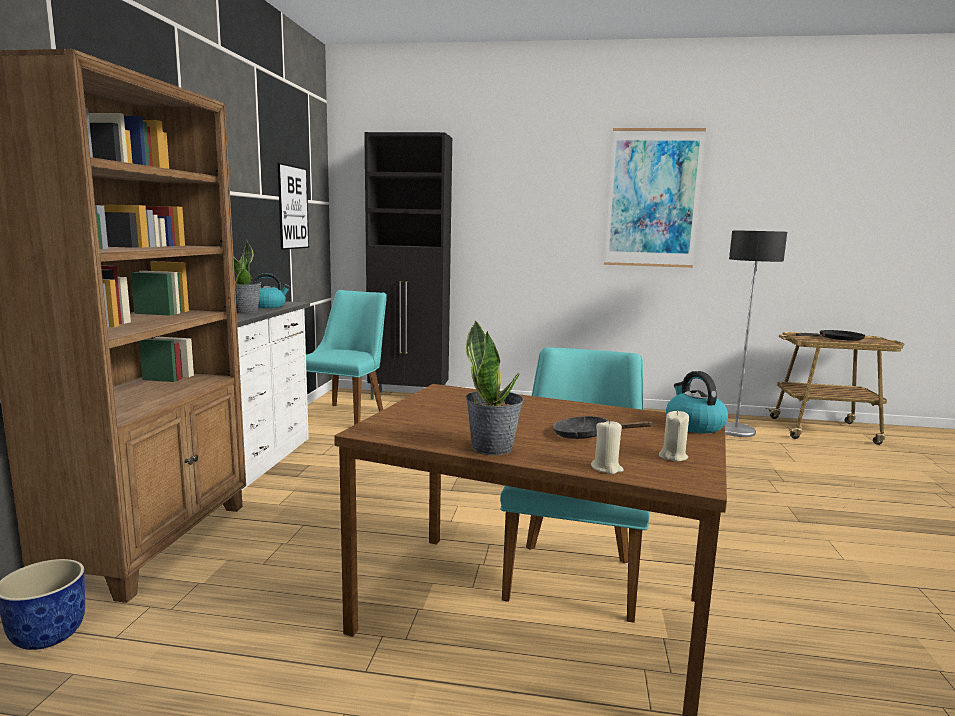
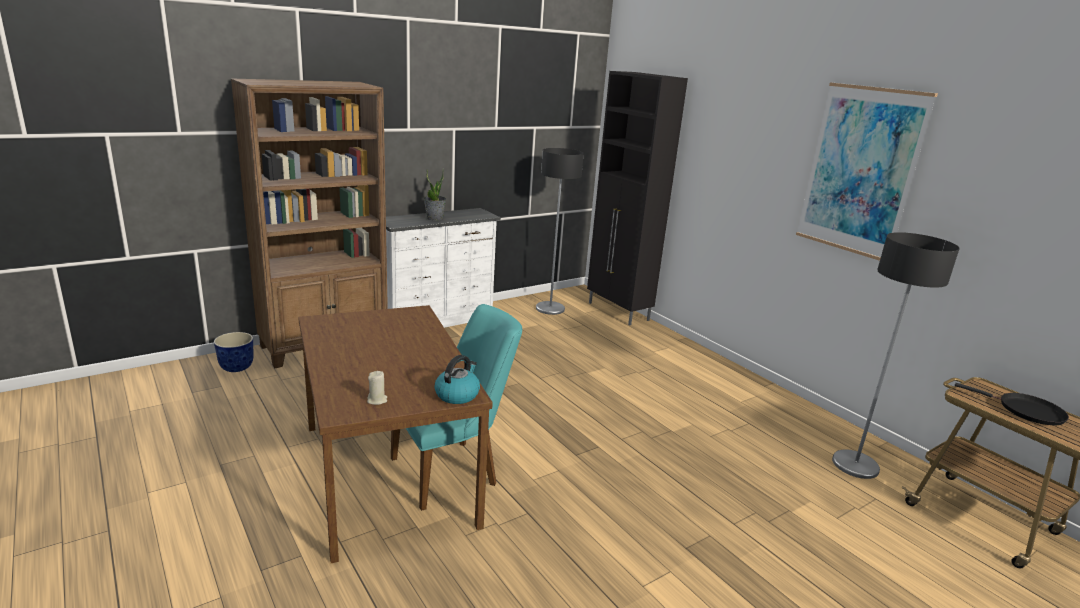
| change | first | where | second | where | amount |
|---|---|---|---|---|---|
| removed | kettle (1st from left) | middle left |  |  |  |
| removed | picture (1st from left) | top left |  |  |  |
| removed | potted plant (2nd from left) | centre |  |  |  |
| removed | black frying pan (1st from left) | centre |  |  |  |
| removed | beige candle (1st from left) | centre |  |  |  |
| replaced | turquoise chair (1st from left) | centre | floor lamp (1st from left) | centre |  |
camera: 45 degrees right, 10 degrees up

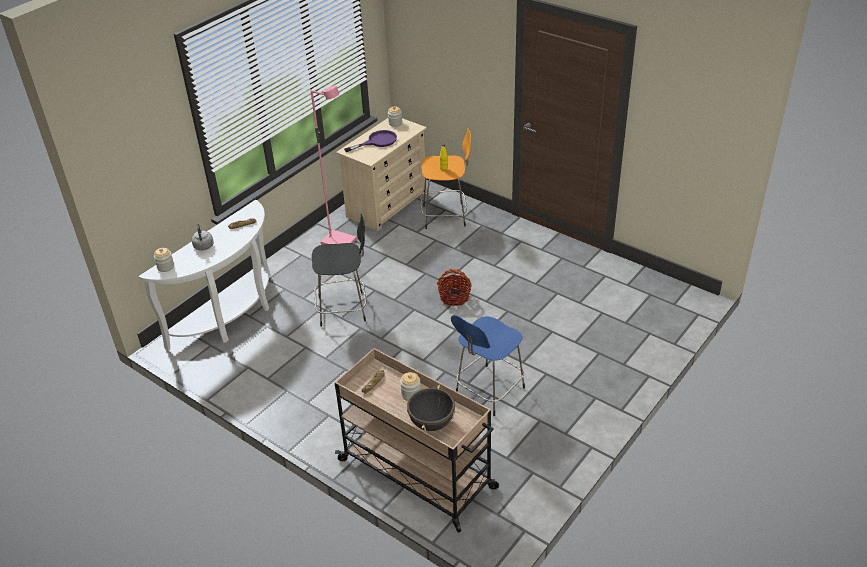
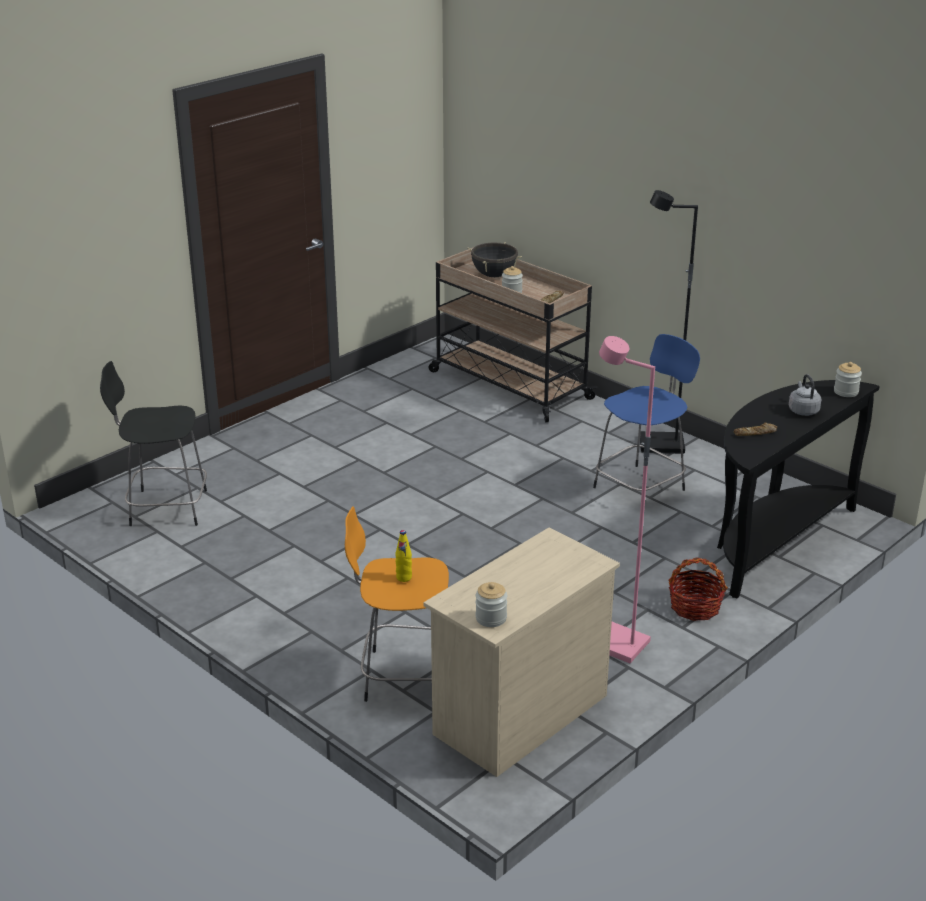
| change | first | where | second | where | amount |
|---|---|---|---|---|---|
| removed | purple frying pan | top centre |  |  |  |
| added |  |  | black floor lamp | middle right |  |
| moved | black stool | centre |  | middle left |  |
| moved | basket | centre |  | middle right |  |
| moved | blue stool | centre |  | middle right |  |
| recoloured | white console table | middle left | black console table | middle right |  |
camera: 175 degrees left, 10 degrees down

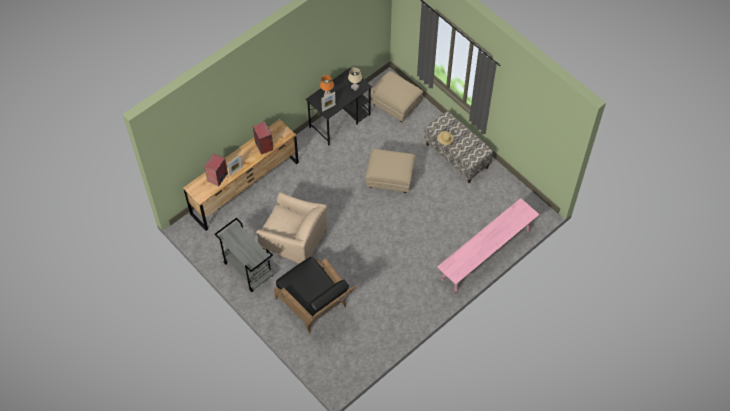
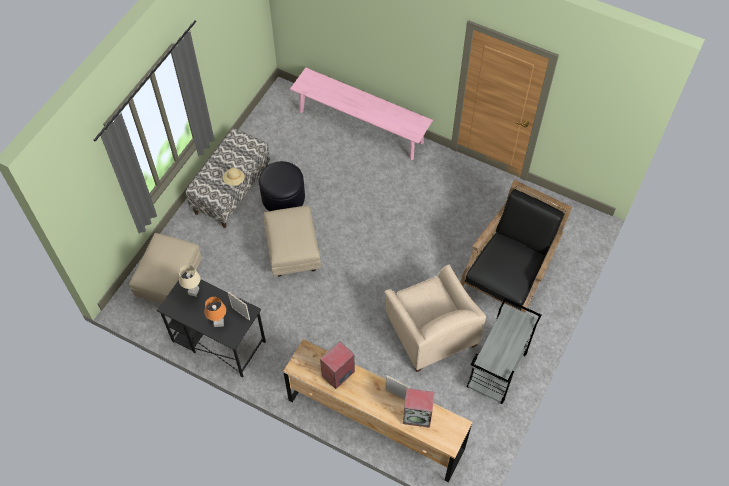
| change | first | where | second | where | amount |
|---|---|---|---|---|---|
| added |  |  | black ottoman | centre |  |
| turned | beige armchair | centre |  | centre | 150 degrees clockwise |
camera: 110 degrees left, 0 degrees up

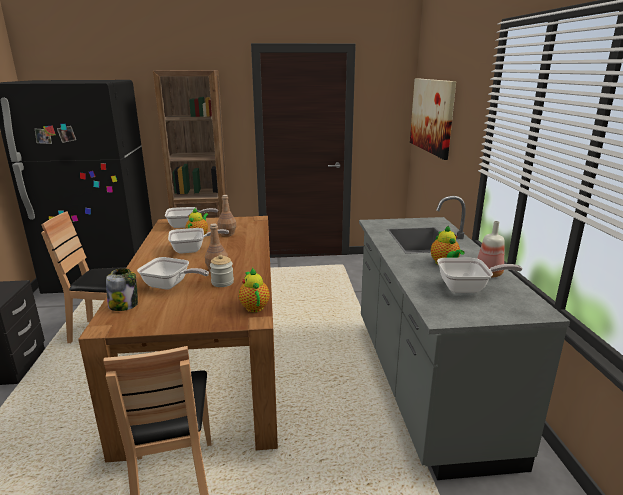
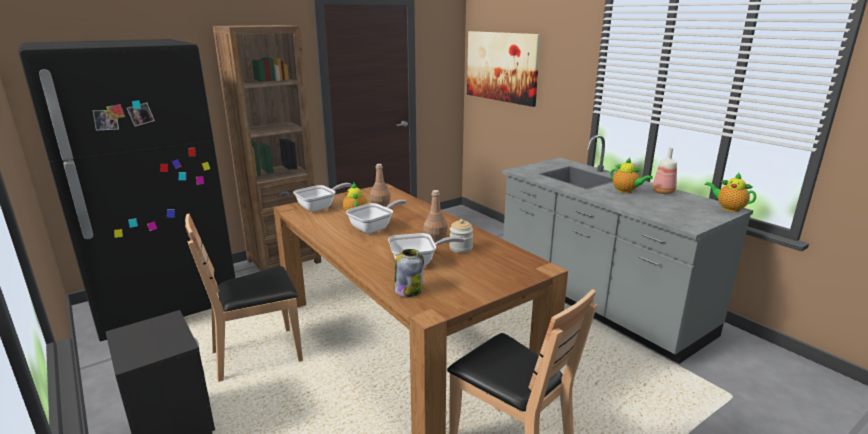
| change | first | where | second | where | amount |
|---|---|---|---|---|---|
| removed | frying pan (4th from left) | middle right |  |  |  |
| moved | teapot (2nd from left in the first image) | centre | teapot (3rd from left) | middle right |  |
camera: 30 degrees left, 0 degrees up

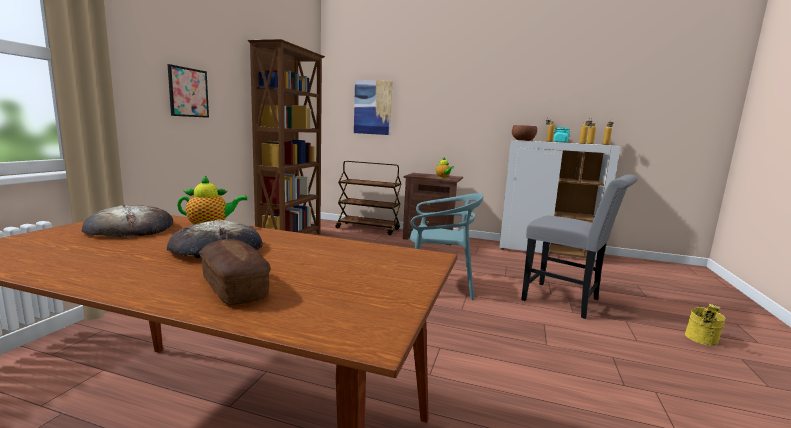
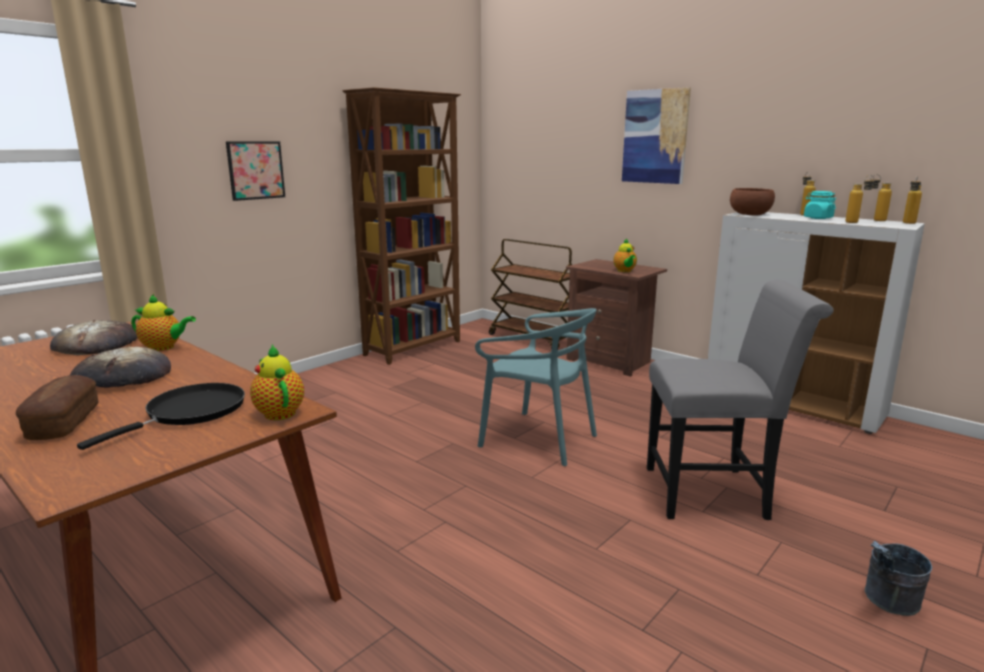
| change | first | where | second | where | amount |
|---|---|---|---|---|---|
| added |  |  | black frying pan | middle left |  |
| added |  |  | teapot (2nd from left) | middle left |  |
| moved | picture (2nd from left) | top centre |  | top right |  |
| recoloured | yellow bucket | bottom right | grey bucket | bottom right |  |
| turned | grey chair | middle right |  | middle right | 60 degrees counterclockwise |
camera: 25 degrees right, 5 degrees up

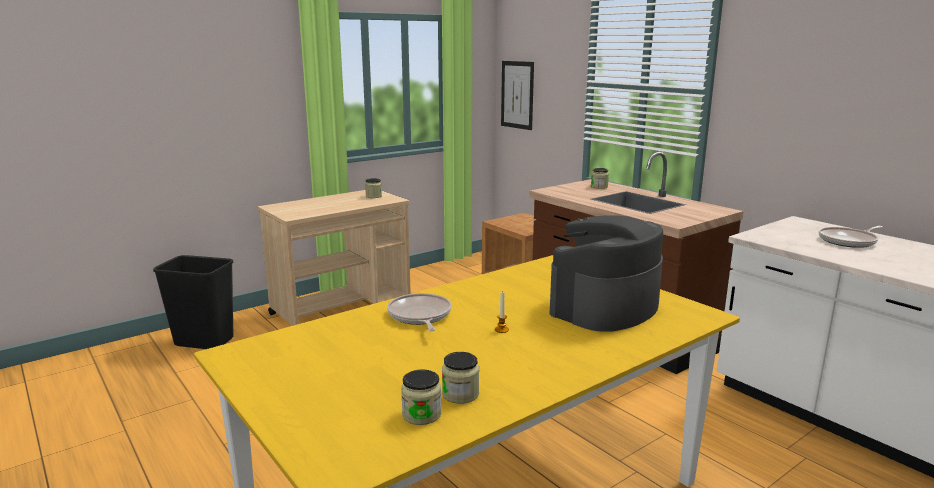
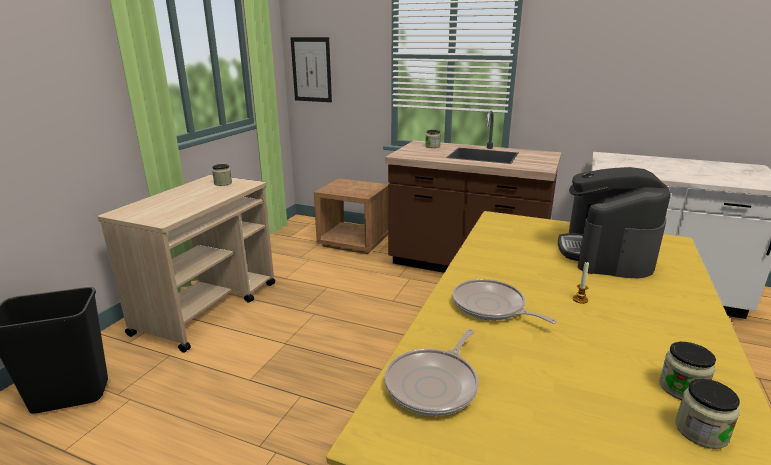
| change | first | where | second | where | amount |
|---|---|---|---|---|---|
| moved | frying pan (2nd from left in the first image) | middle right | frying pan (1st from left) | bottom centre |  |
camera: 30 degrees left, 5 degrees up

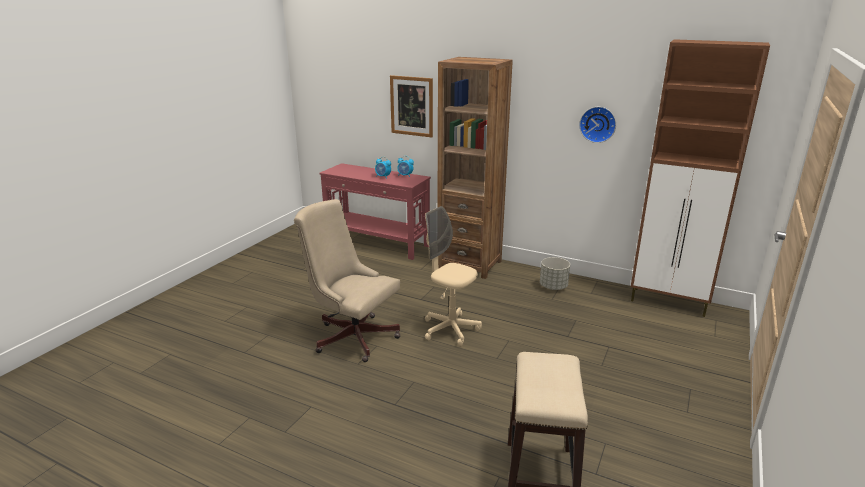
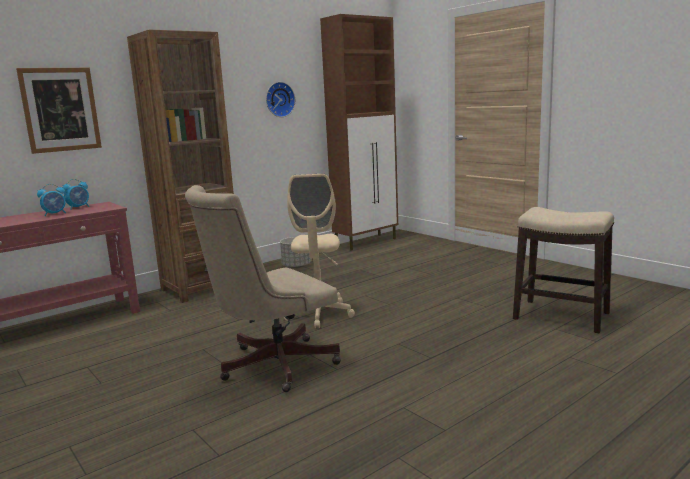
| change | first | where | second | where | amount |
|---|---|---|---|---|---|
| turned | beige office chair (2nd from left) | centre |  | centre | 60 degrees counterclockwise |
camera: 65 degrees left, 10 degrees down

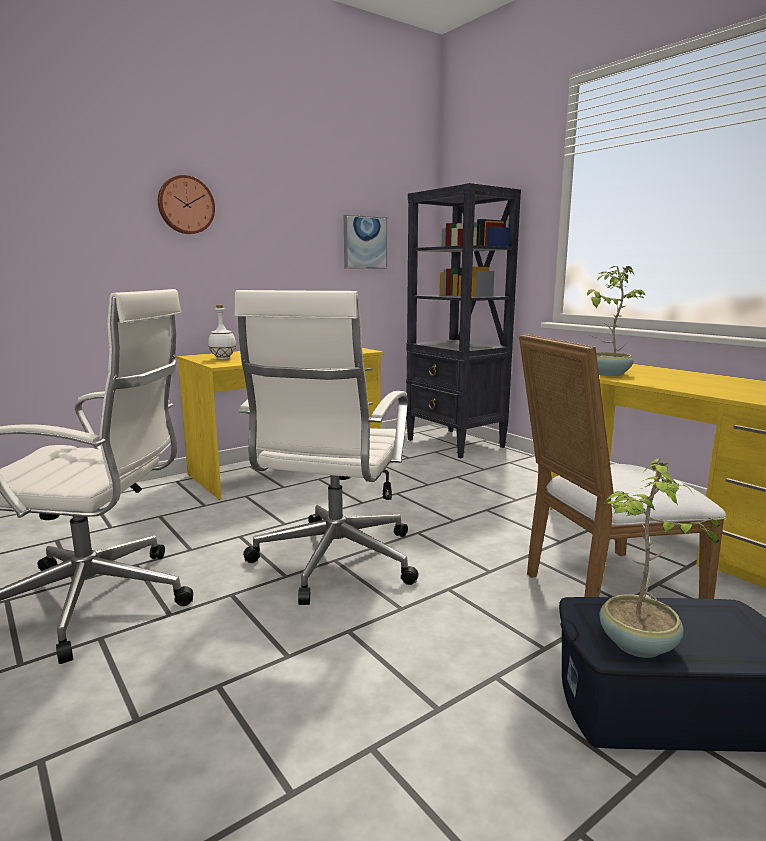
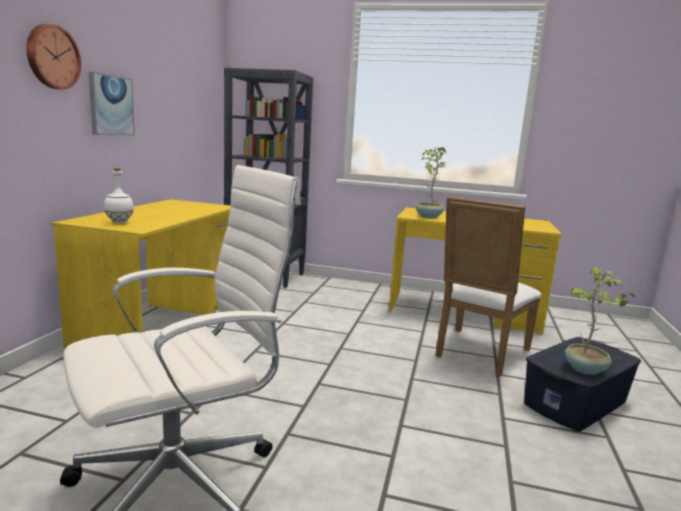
| change | first | where | second | where | amount |
|---|---|---|---|---|---|
| removed | white office chair (2nd from left) | centre |  |  |  |
| moved | picture | top centre |  | top left |  |
camera: 40 degrees left, 0 degrees up

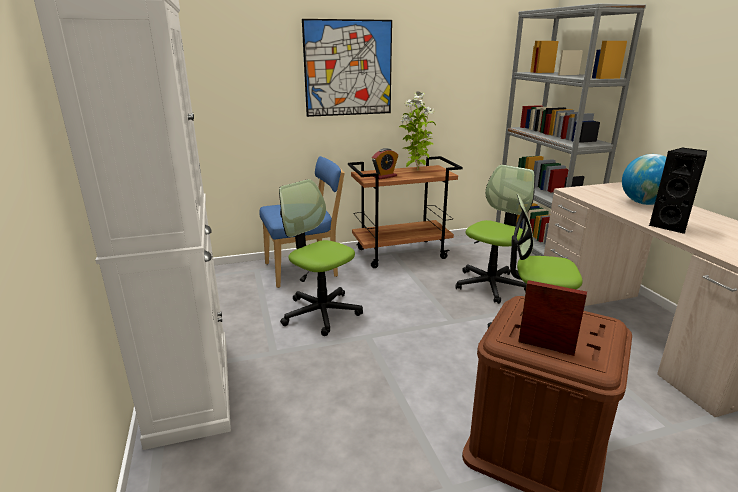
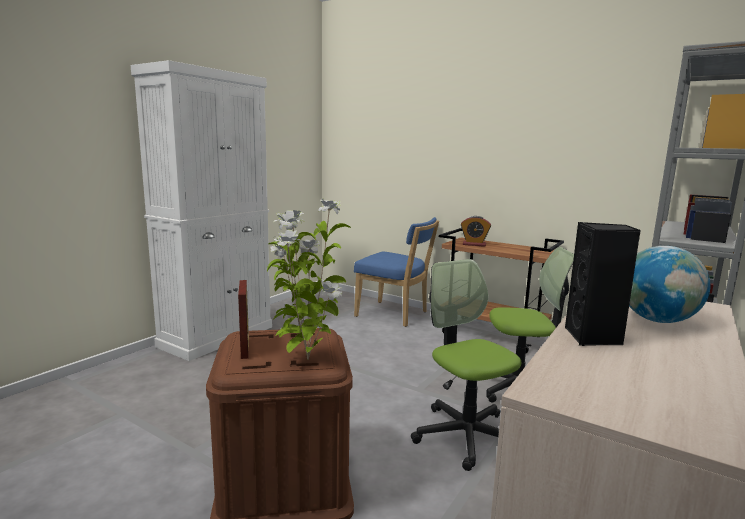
| change | first | where | second | where | amount |
|---|---|---|---|---|---|
| removed | office chair (1st from left) | centre |  |  |  |
| removed | picture | top centre |  |  |  |
| moved | potted plant | top centre |  | centre |  |
camera: 50 degrees right, 10 degrees down

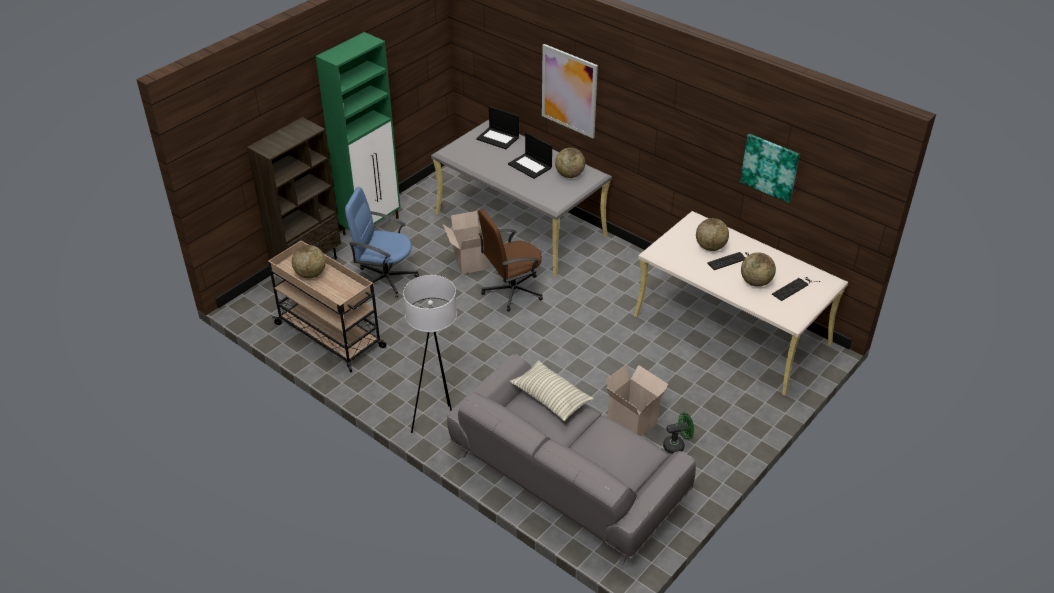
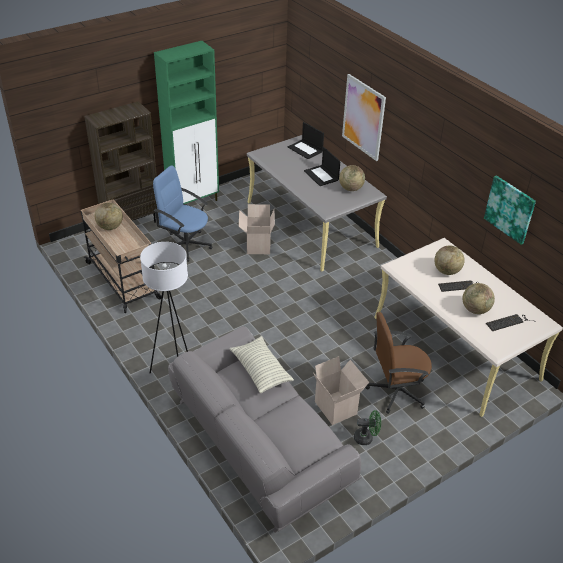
| change | first | where | second | where | amount |
|---|---|---|---|---|---|
| moved | brown office chair | centre |  | middle right |  |
camera: 15 degrees right, 0 degrees up

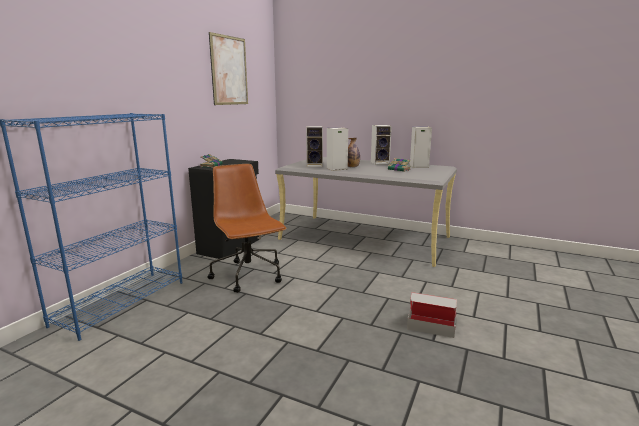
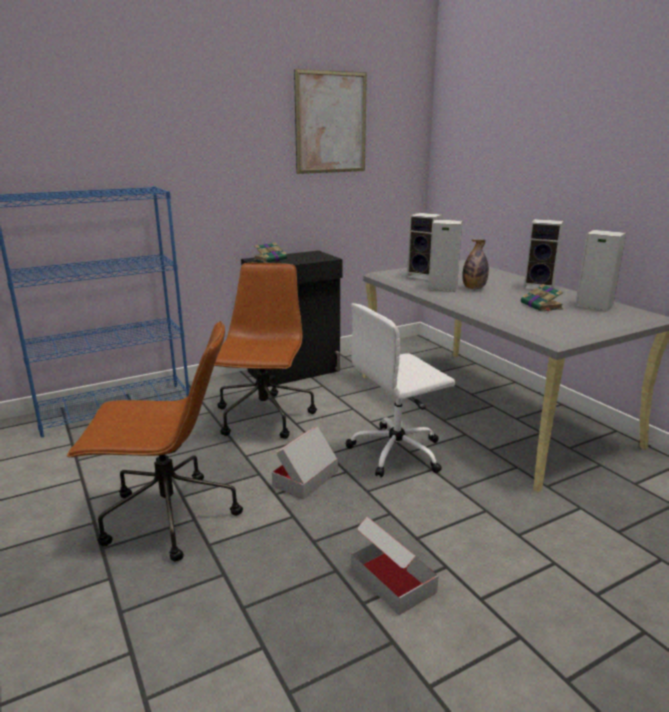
| change | first | where | second | where | amount |
|---|---|---|---|---|---|
| added |  |  | brown office chair (1st from left) | middle left |  |
| added |  |  | cardboard box (1st from left) | centre |  |
| added |  |  | white office chair | centre |  |
camera: 35 degrees right, 5 degrees up

